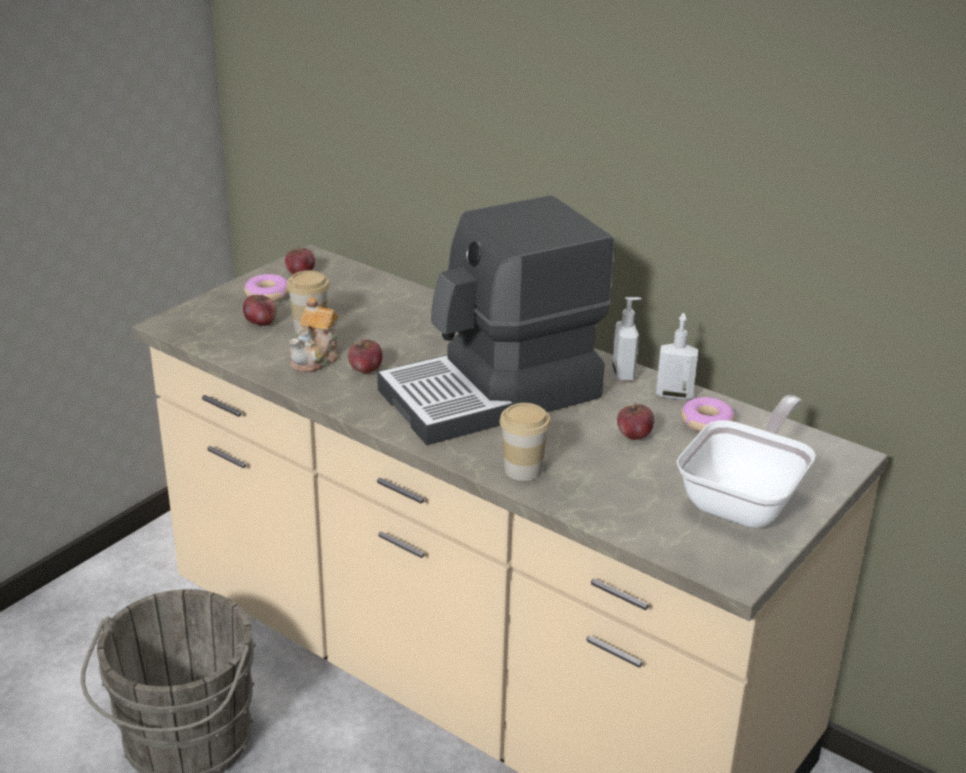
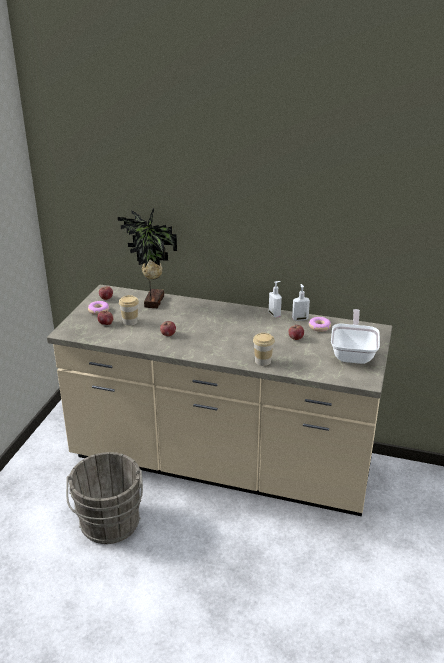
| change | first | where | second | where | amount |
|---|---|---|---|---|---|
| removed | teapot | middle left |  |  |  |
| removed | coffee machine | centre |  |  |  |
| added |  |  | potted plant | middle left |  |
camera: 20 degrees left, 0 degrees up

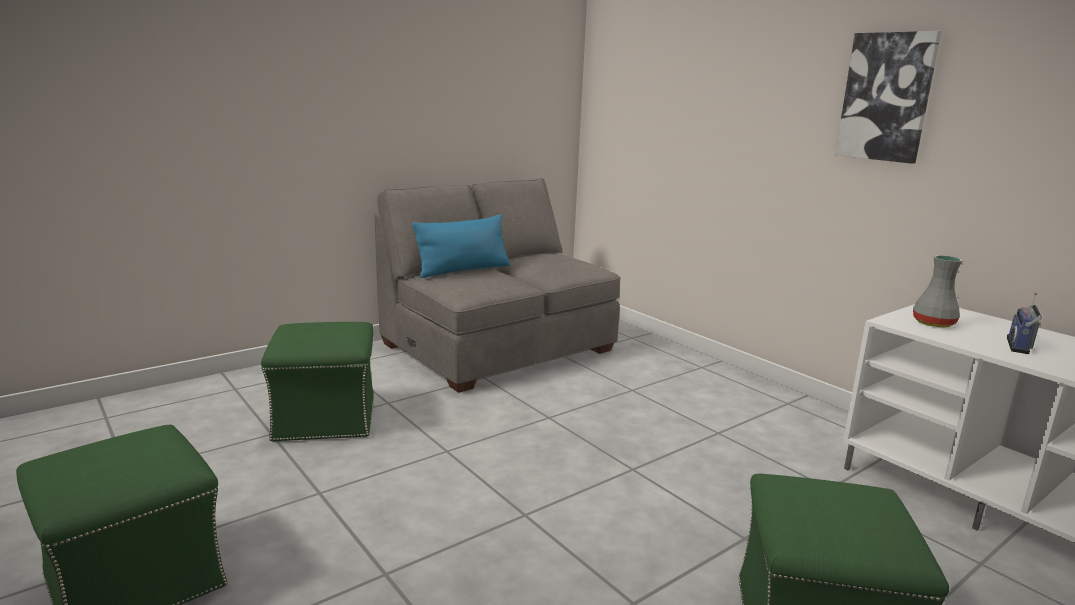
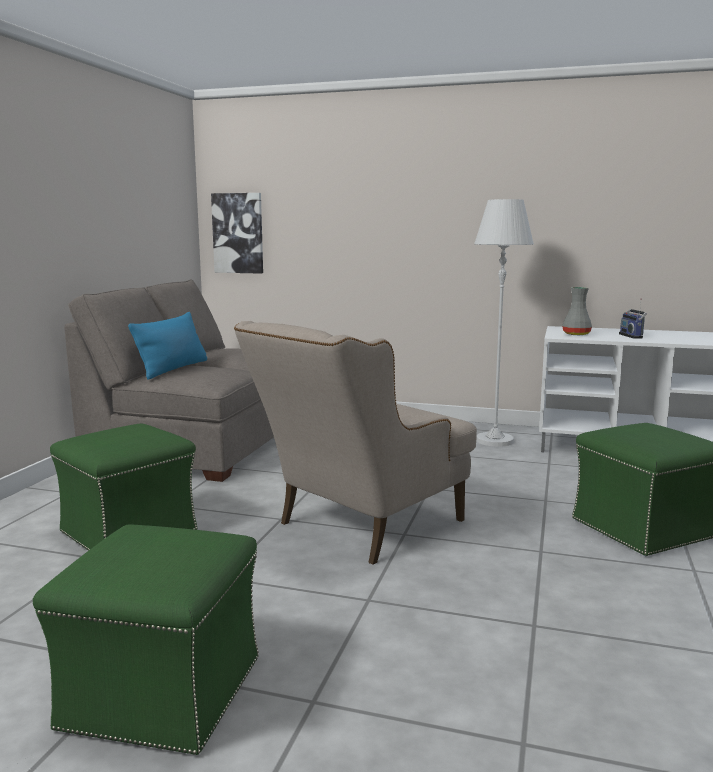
| change | first | where | second | where | amount |
|---|---|---|---|---|---|
| added |  |  | beige armchair | centre |  |
| added |  |  | white floor lamp | middle right |  |
| moved | picture | top right |  | top left |  |
camera: 35 degrees left, 5 degrees down

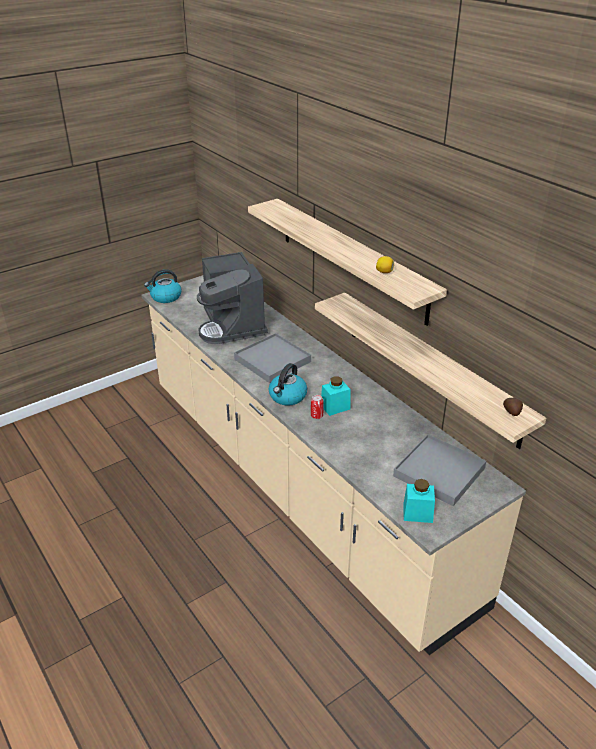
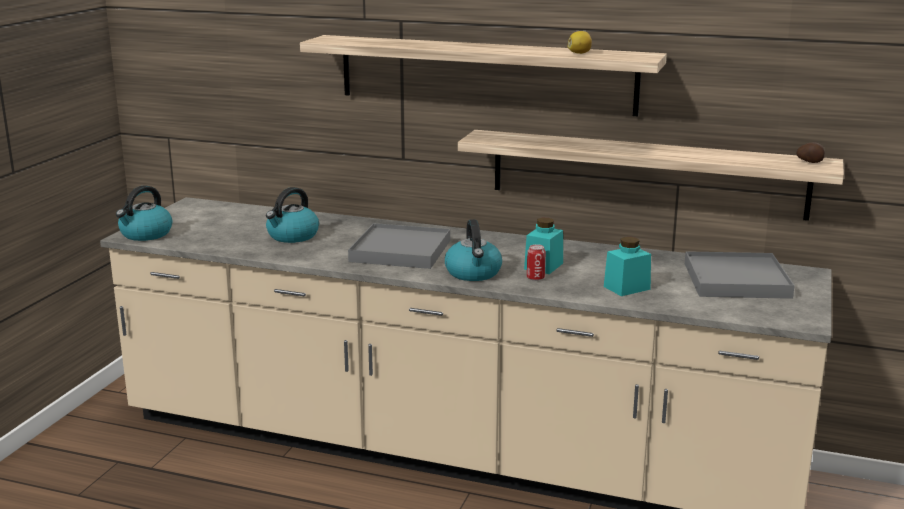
| change | first | where | second | where | amount |
|---|---|---|---|---|---|
| moved | turquoise jar (2nd from left) | bottom right |  | middle right |  |
| replaced | coffee machine | centre | kettle (2nd from left) | middle left |  |
camera: 35 degrees left, 15 degrees down

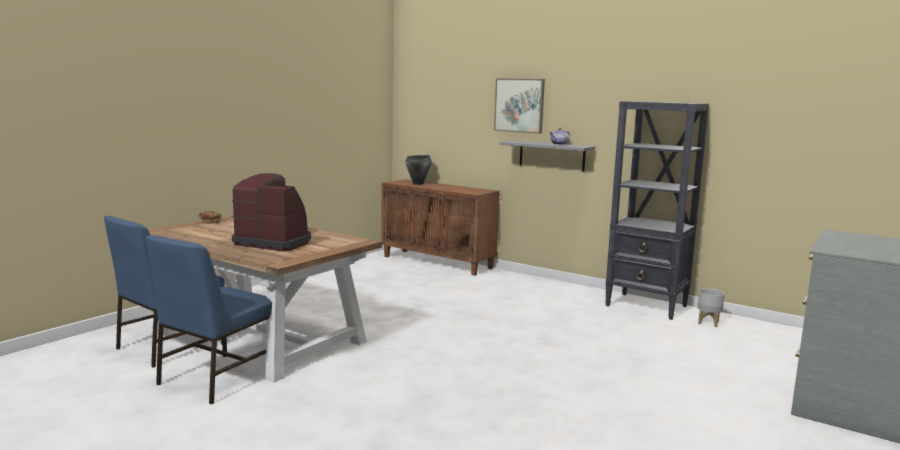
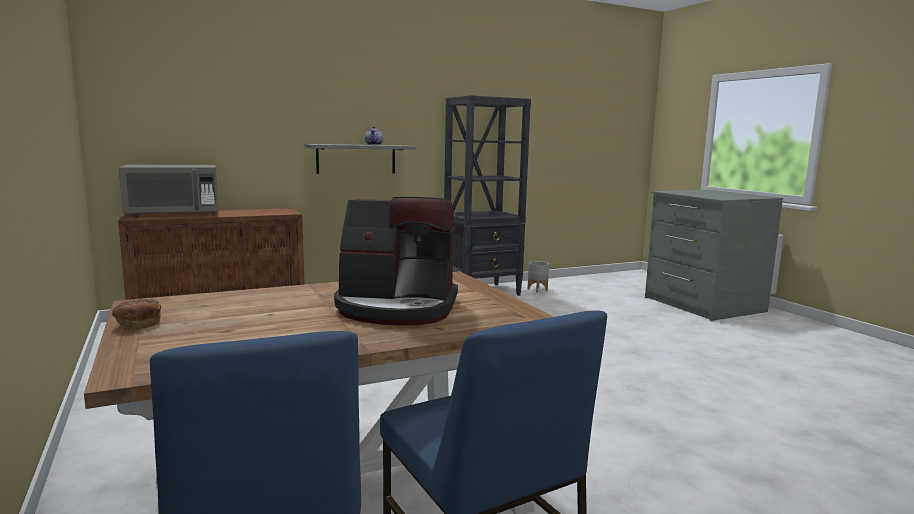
| change | first | where | second | where | amount |
|---|---|---|---|---|---|
| removed | picture | top centre |  |  |  |
| replaced | black cooking pot | centre | grey microwave | middle left |  |
| turned | coffee machine | middle left |  | centre | 135 degrees counterclockwise |
camera: 60 degrees left, 0 degrees up

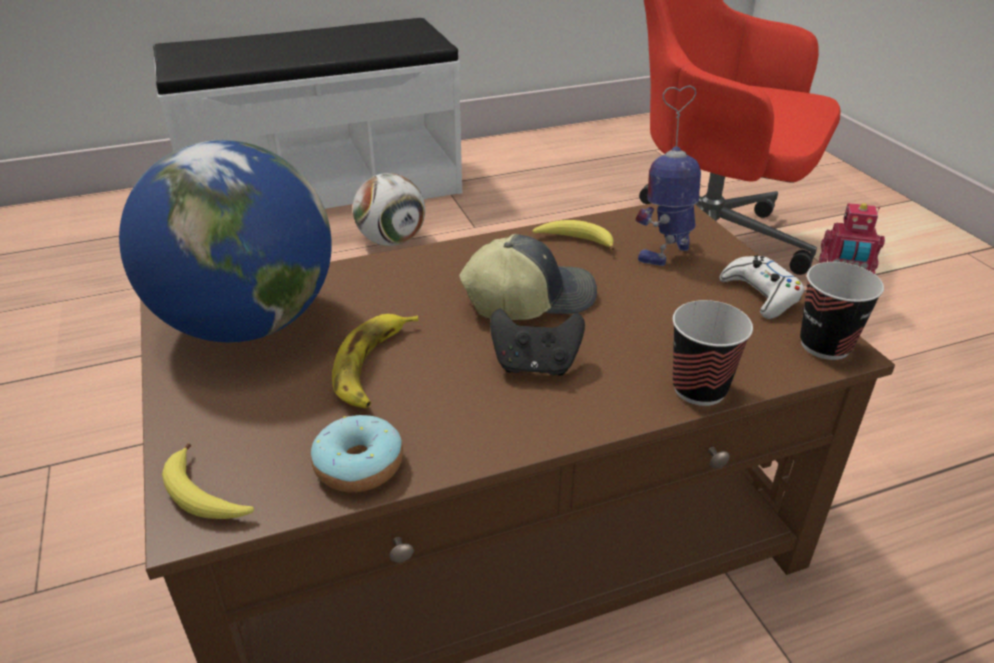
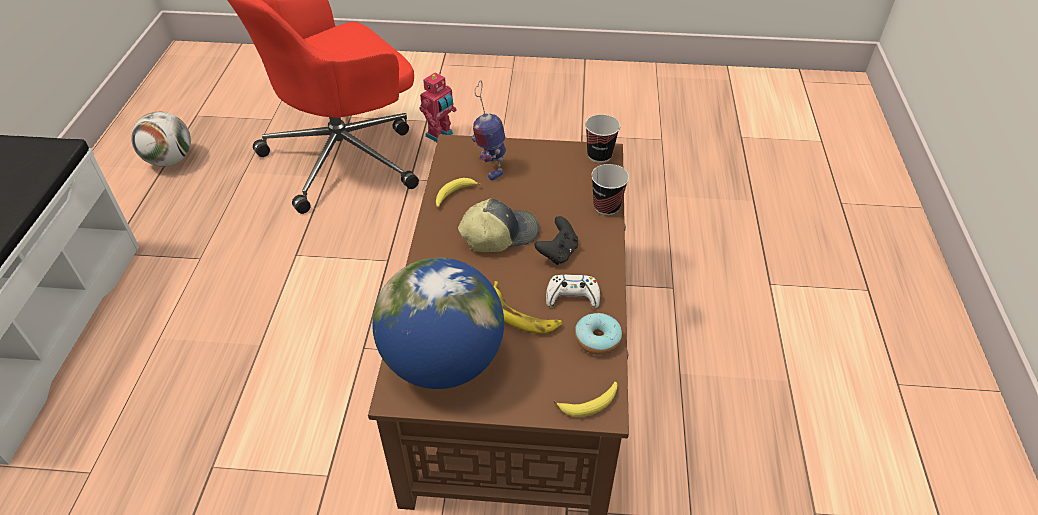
| change | first | where | second | where | amount |
|---|---|---|---|---|---|
| moved | football | top centre |  | top left |  |
| moved | white game controller | middle right |  | centre |  |
| turned | cap | centre |  | centre | 60 degrees clockwise |
camera: 65 degrees left, 10 degrees up

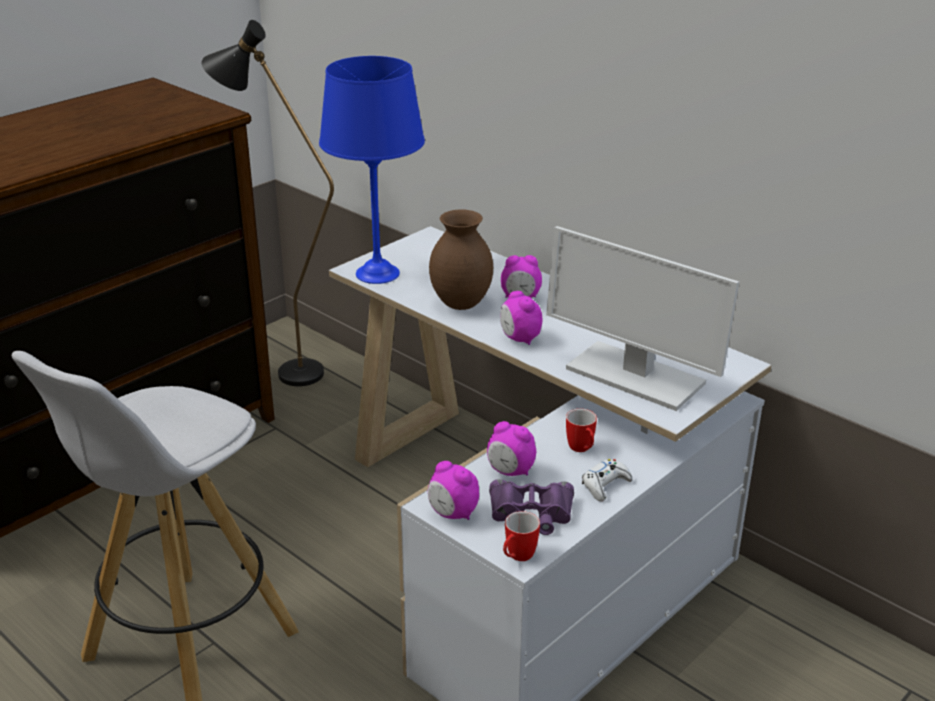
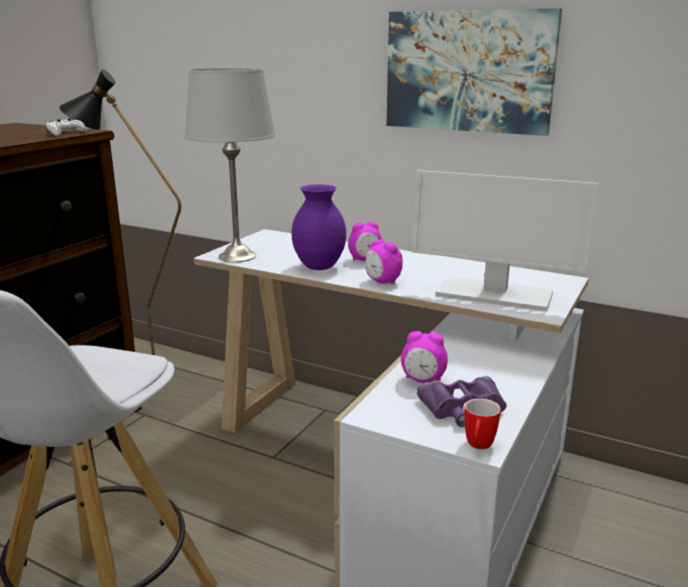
| change | first | where | second | where | amount |
|---|---|---|---|---|---|
| removed | alarm clock (1st from left) | bottom centre |  |  |  |
| removed | mug (2nd from left) | centre |  |  |  |
| added |  |  | picture | top right |  |
| moved | white game controller | bottom centre |  | top left |  |
| recoloured | blue table lamp | top centre | grey table lamp | top centre |  |
| recoloured | brown vase | centre | purple vase | centre |  |
camera: 15 degrees left, 10 degrees down

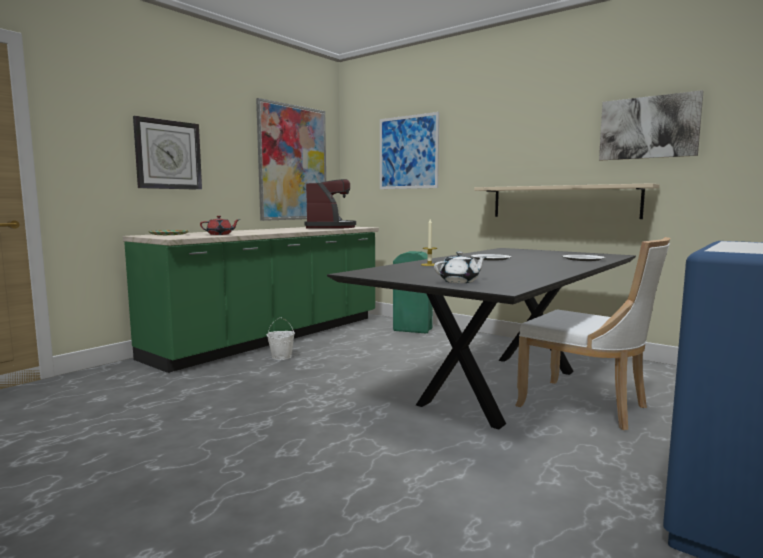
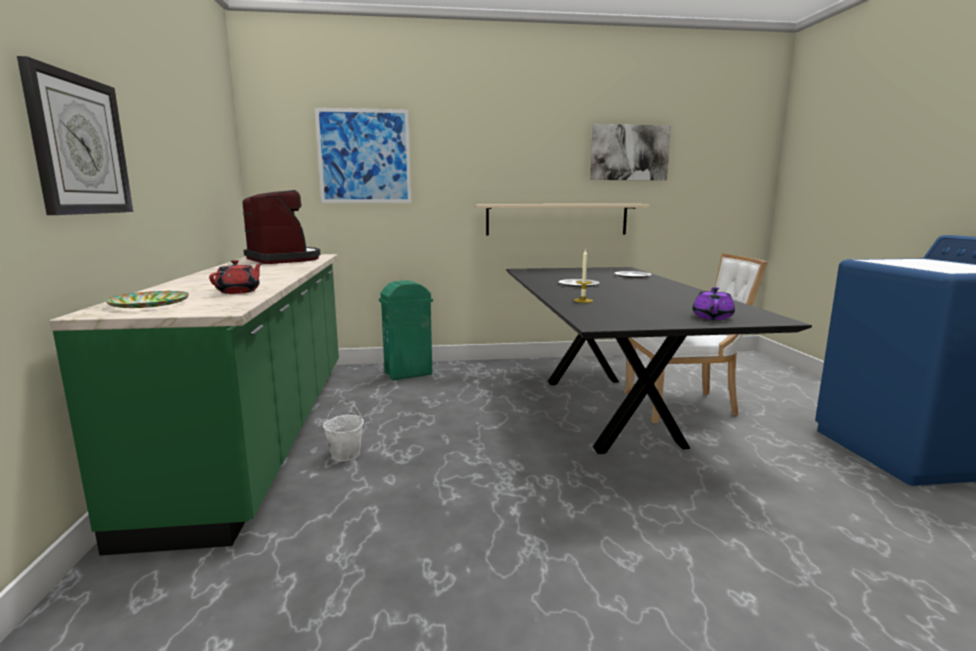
| change | first | where | second | where | amount |
|---|---|---|---|---|---|
| removed | picture (1st from left) | top centre |  |  |  |
| recoloured | white teapot | centre | purple teapot | middle right |  |
camera: 45 degrees left, 5 degrees up

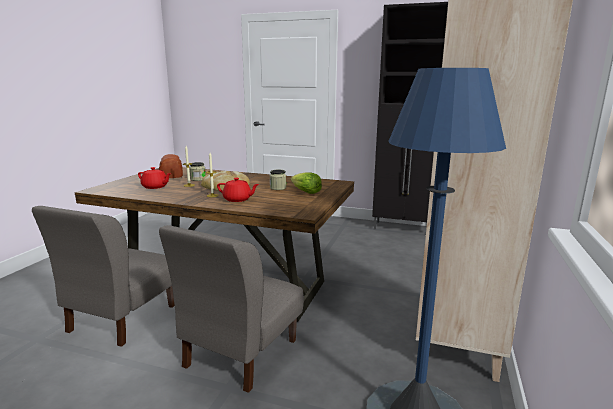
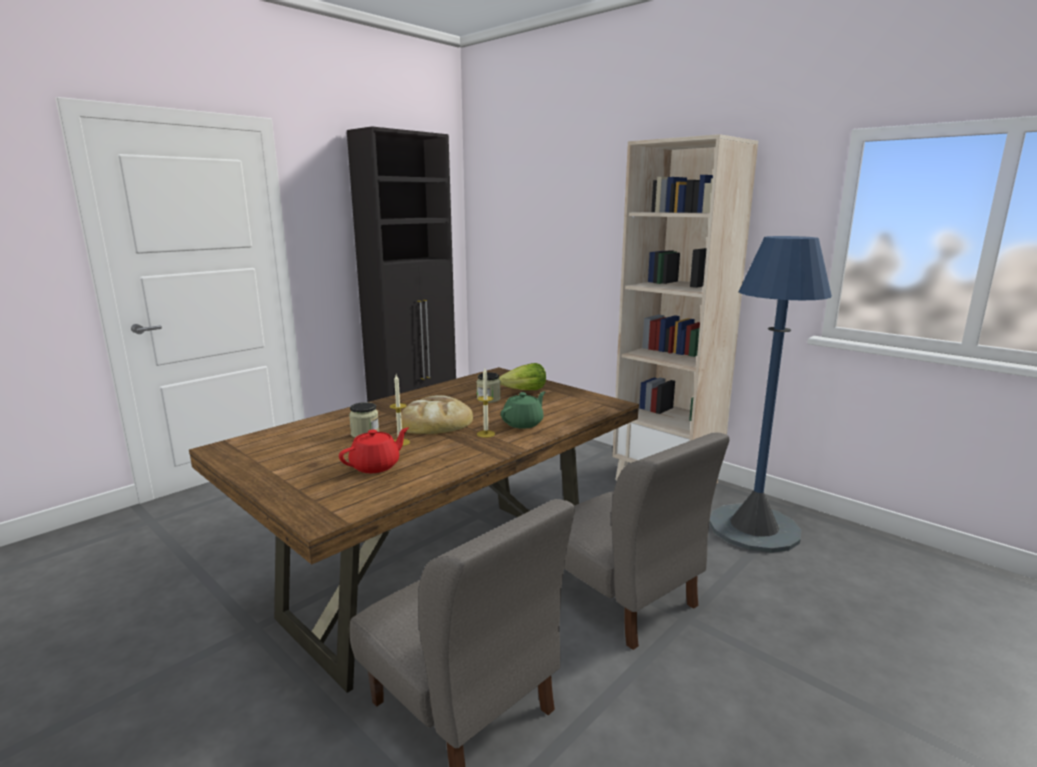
| change | first | where | second | where | amount |
|---|---|---|---|---|---|
| removed | bread (1st from left) | middle left |  |  |  |
| recoloured | red teapot (2nd from left) | centre | green teapot | centre |  |
camera: 65 degrees left, 0 degrees up

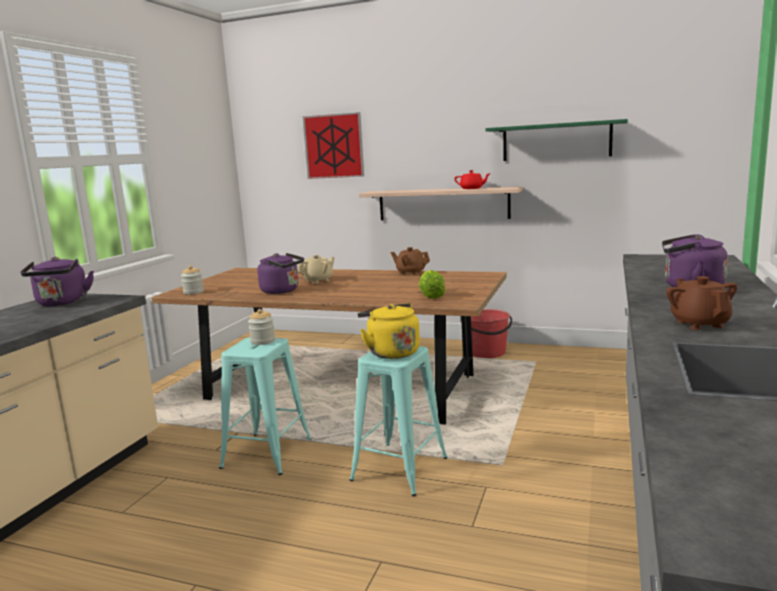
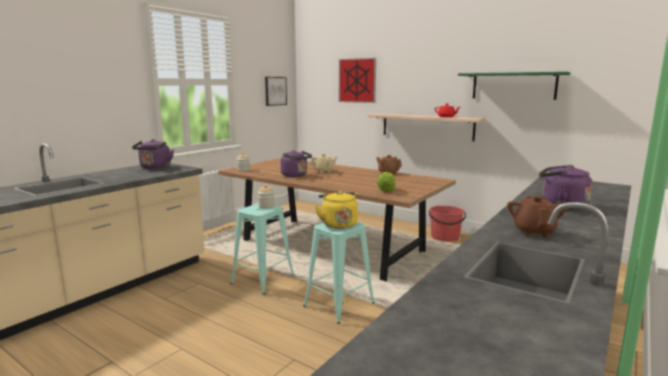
| change | first | where | second | where | amount |
|---|---|---|---|---|---|
| added |  |  | picture (1st from left) | top centre |  |
camera: 15 degrees right, 0 degrees up

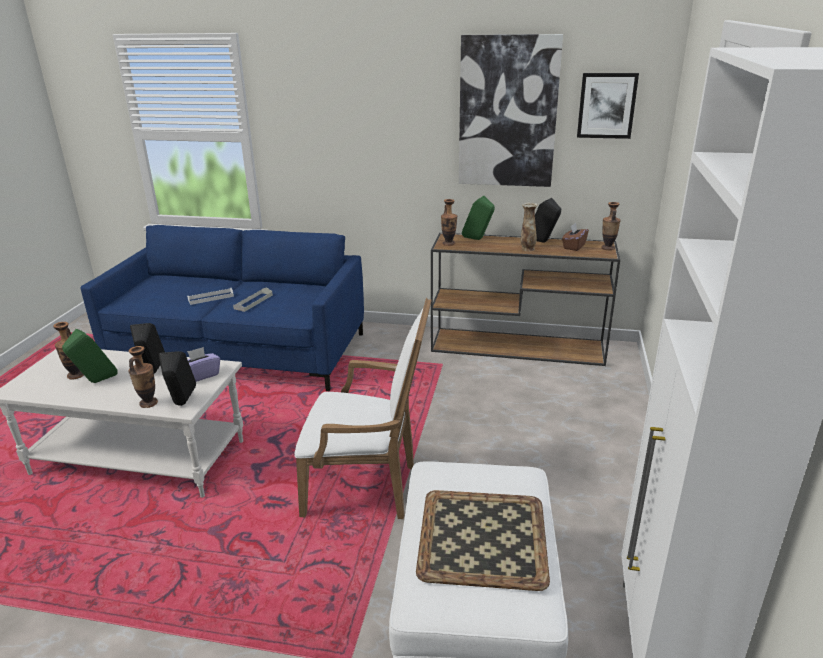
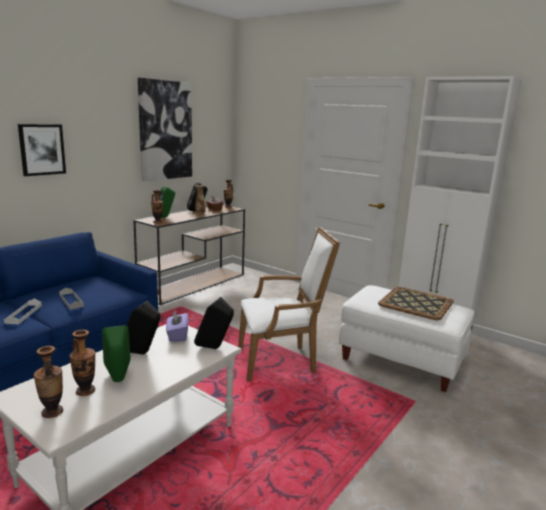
| change | first | where | second | where | amount |
|---|---|---|---|---|---|
| moved | vase (2nd from left in the first image) | middle left | vase (1st from left) | bottom left |  |
| moved | picture (2nd from left in the first image) | top right | picture (1st from left) | top left |  |
| turned | white armchair | centre |  | centre | 45 degrees clockwise |
camera: 65 degrees left, 10 degrees down

